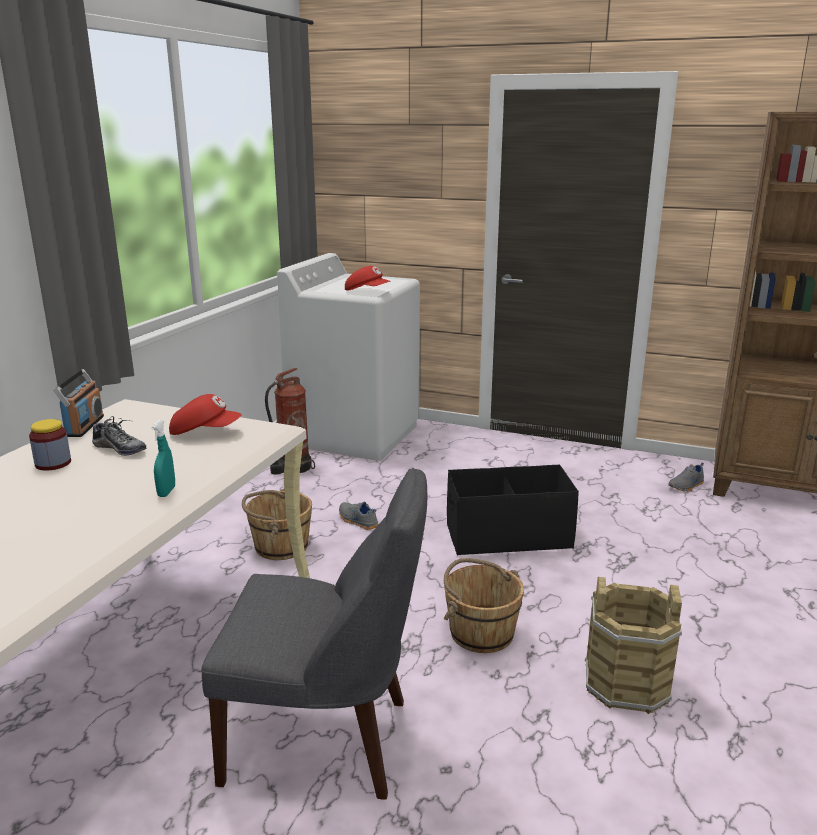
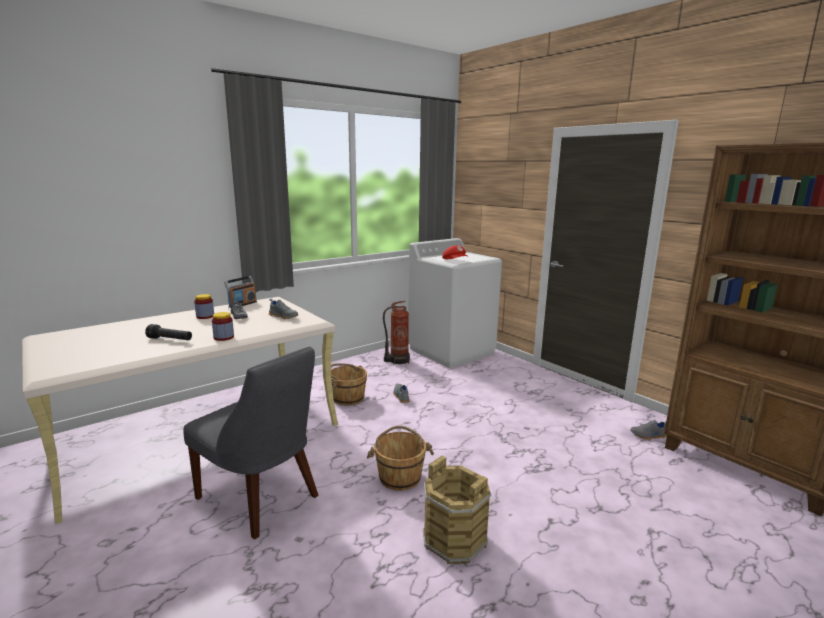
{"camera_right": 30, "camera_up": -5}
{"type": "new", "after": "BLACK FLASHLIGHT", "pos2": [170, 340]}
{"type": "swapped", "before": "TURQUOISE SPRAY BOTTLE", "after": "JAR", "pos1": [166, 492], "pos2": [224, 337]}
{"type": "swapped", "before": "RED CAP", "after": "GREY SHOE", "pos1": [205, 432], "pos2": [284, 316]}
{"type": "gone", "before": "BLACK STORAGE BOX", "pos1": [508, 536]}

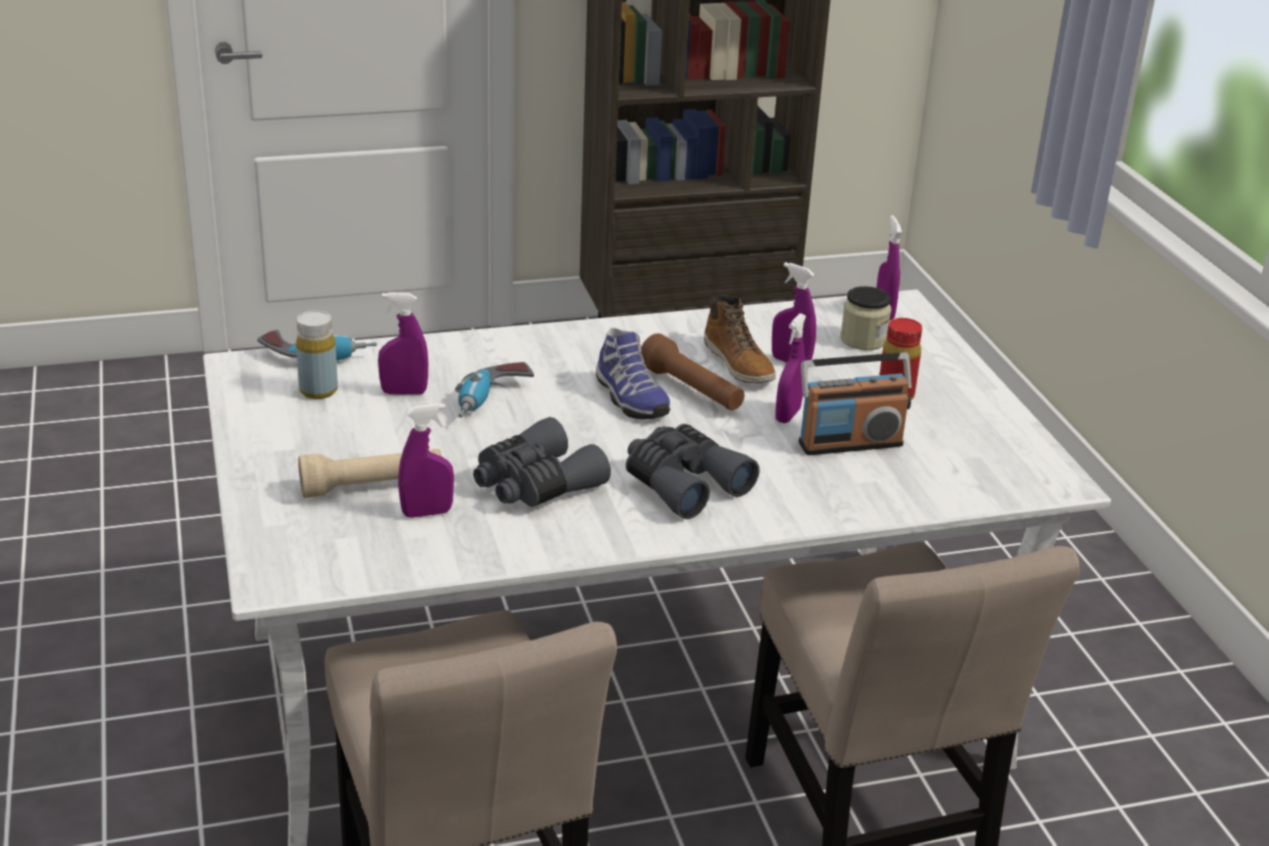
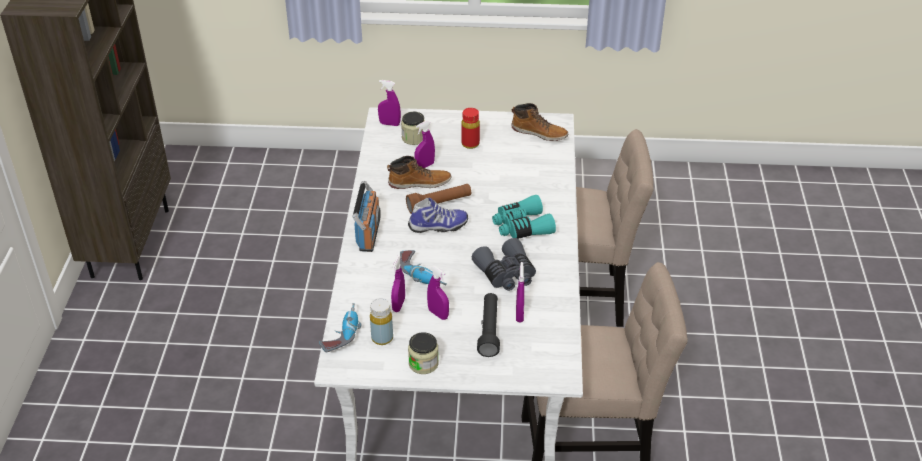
{"camera_right": -70, "camera_up": 10}
{"type": "shifted", "before": "RADIO", "pos1": [850, 443], "pos2": [368, 234]}
{"type": "new", "after": "JAR", "pos2": [423, 363]}
{"type": "shifted", "before": "PURPLE SPRAY BOTTLE", "pos1": [787, 415], "pos2": [438, 314]}
{"type": "repainted", "before": "BEIGE FLASHLIGHT", "after": "BLACK FLASHLIGHT", "pos1": [372, 487], "pos2": [489, 330]}
{"type": "repainted", "before": "GREY BINOCULARS", "after": "TURQUOISE BINOCULARS", "pos1": [683, 483], "pos2": [521, 226]}
{"type": "new", "after": "BOOT", "pos2": [539, 133]}

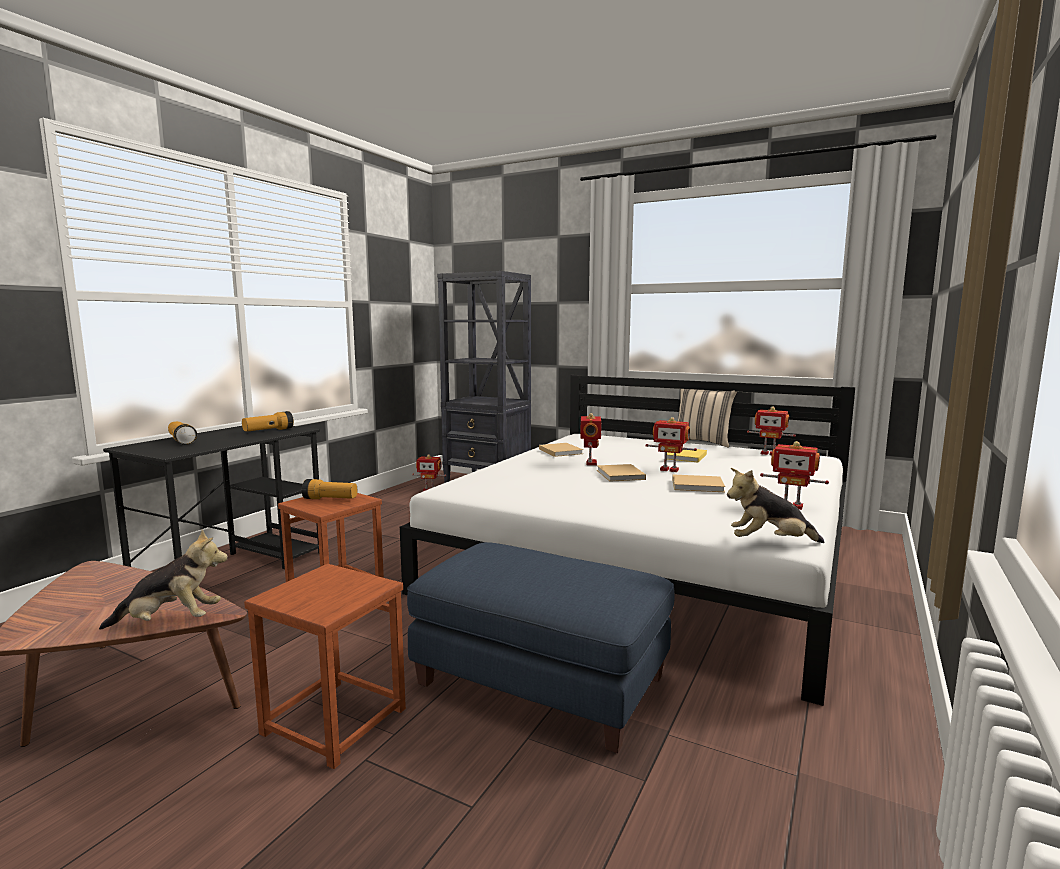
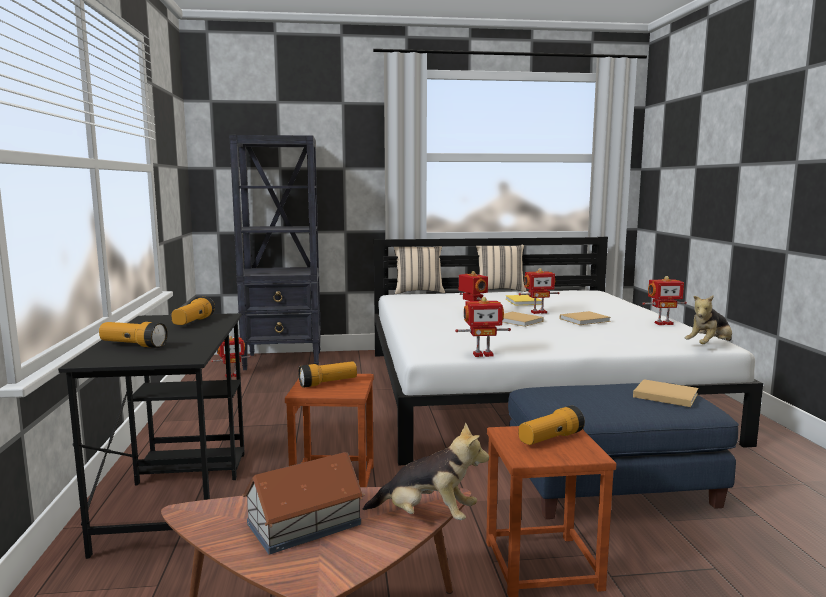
{"camera_right": -35, "camera_up": 0}
{"type": "new", "after": "TOY HOUSE", "pos2": [302, 524]}
{"type": "rotated", "before": "PLUSH TOY", "pos1": [170, 622], "pos2": [427, 516], "turn": 60}
{"type": "new", "after": "BEIGE PILLOW", "pos2": [418, 292]}
{"type": "shifted", "before": "TOY ROBOT", "pos1": [769, 453], "pos2": [482, 354]}
{"type": "new", "after": "FLASHLIGHT", "pos2": [550, 439]}
{"type": "shifted", "before": "BEIGE BOOK", "pos1": [560, 451], "pos2": [663, 395]}

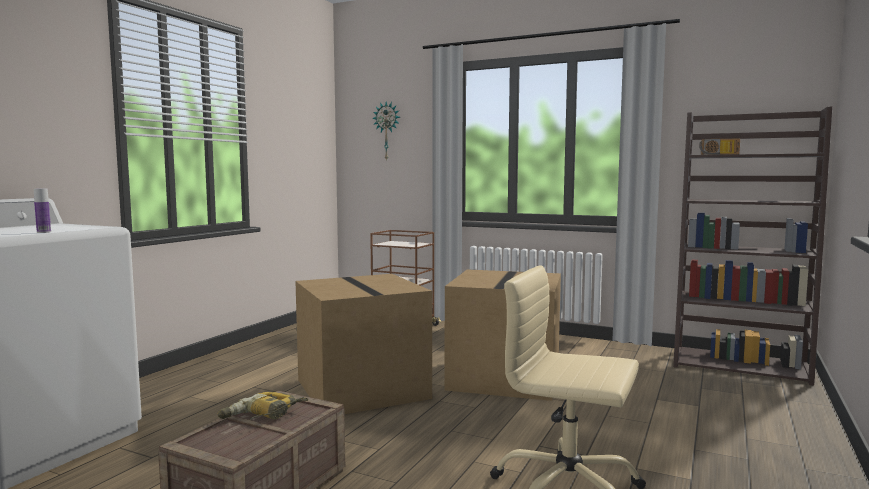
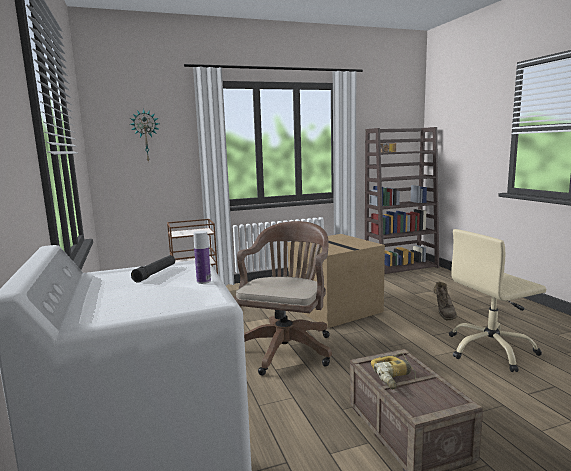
{"camera_right": -45, "camera_up": 5}
{"type": "new", "after": "BLACK FLASHLIGHT", "pos2": [155, 273]}
{"type": "swapped", "before": "CARDBOARD BOX", "after": "BROWN OFFICE CHAIR", "pos1": [364, 389], "pos2": [287, 347]}
{"type": "new", "after": "BROWN BOOT", "pos2": [444, 314]}

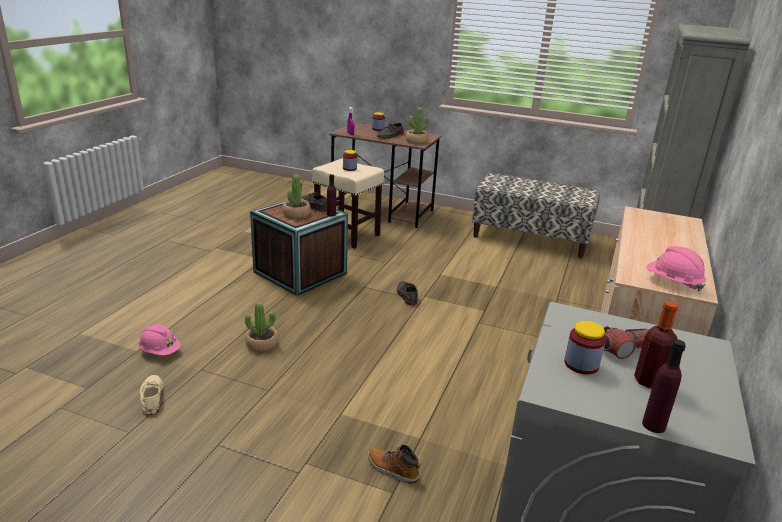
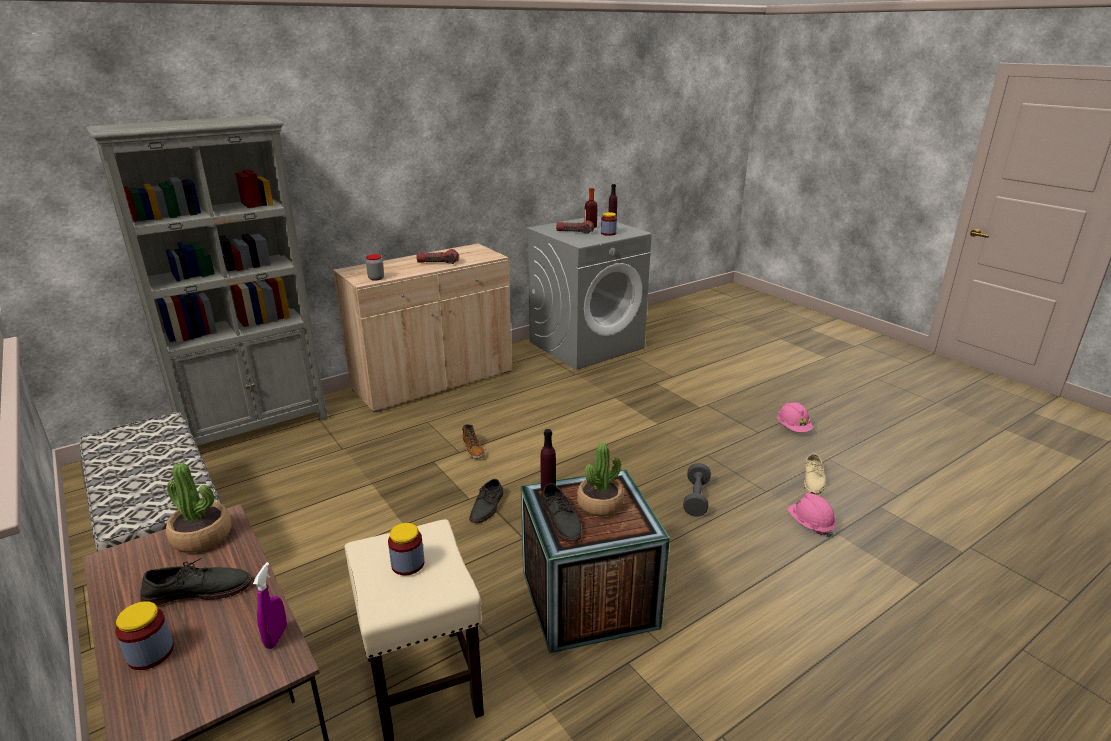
{"camera_right": -145, "camera_up": 0}
{"type": "new", "after": "JAR", "pos2": [376, 278]}
{"type": "new", "after": "FLASHLIGHT", "pos2": [438, 263]}
{"type": "shifted", "before": "BOOT", "pos1": [392, 469], "pos2": [473, 450]}
{"type": "swapped", "before": "POTTED PLANT", "after": "GREY DUMBBELL", "pos1": [262, 344], "pos2": [696, 498]}
{"type": "shifted", "before": "PINK HARD HAT", "pos1": [672, 282], "pos2": [793, 428]}

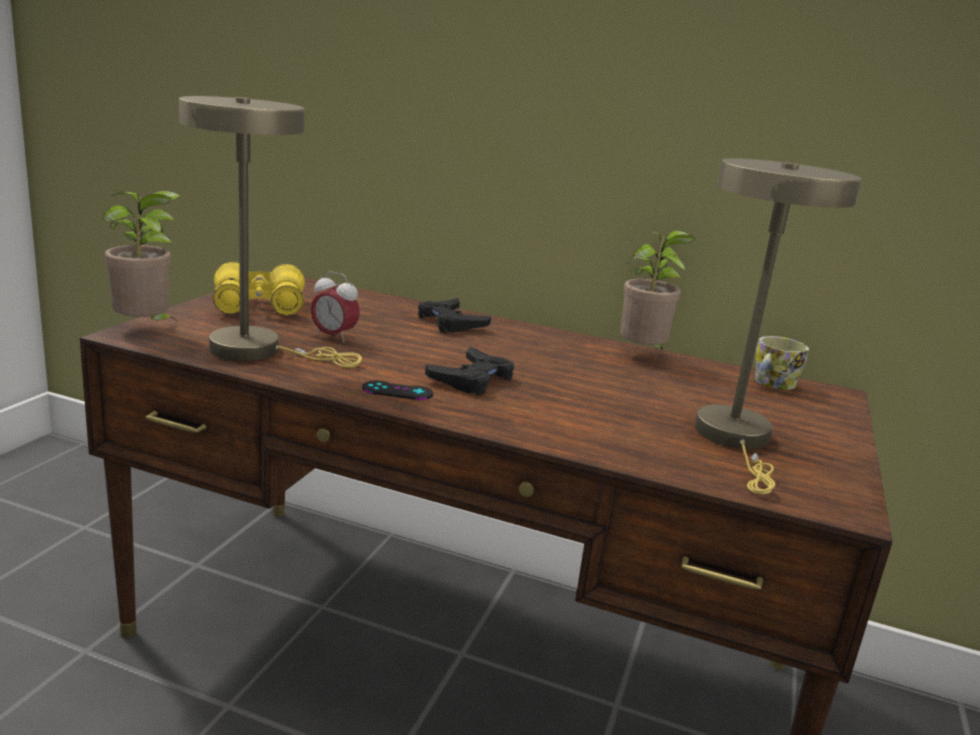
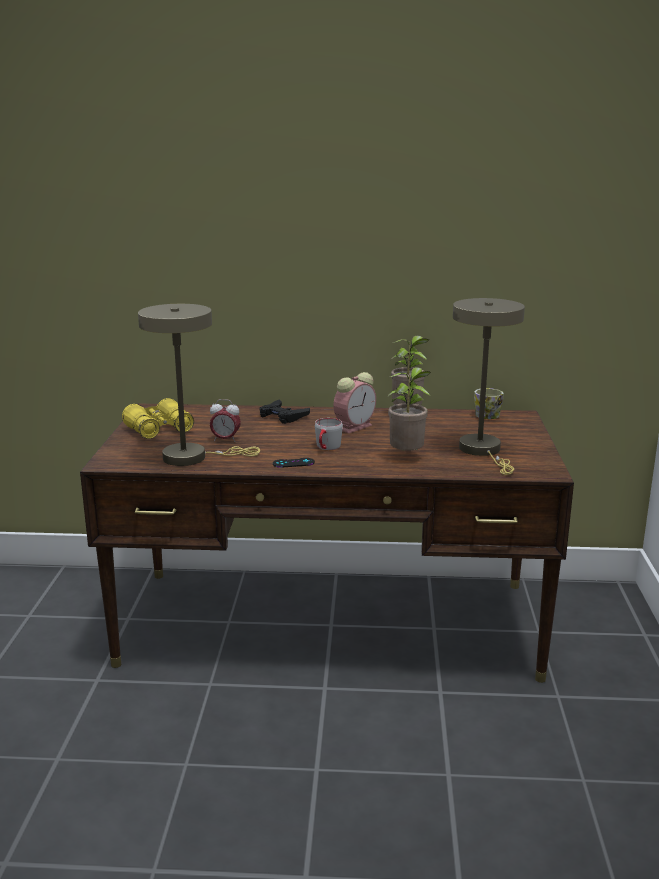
{"camera_right": -15, "camera_up": 0}
{"type": "swapped", "before": "BLACK GAME CONTROLLER", "after": "GREY MUG", "pos1": [472, 379], "pos2": [327, 448]}
{"type": "new", "after": "ALARM CLOCK", "pos2": [355, 426]}
{"type": "shifted", "before": "POTTED PLANT", "pos1": [146, 329], "pos2": [407, 457]}

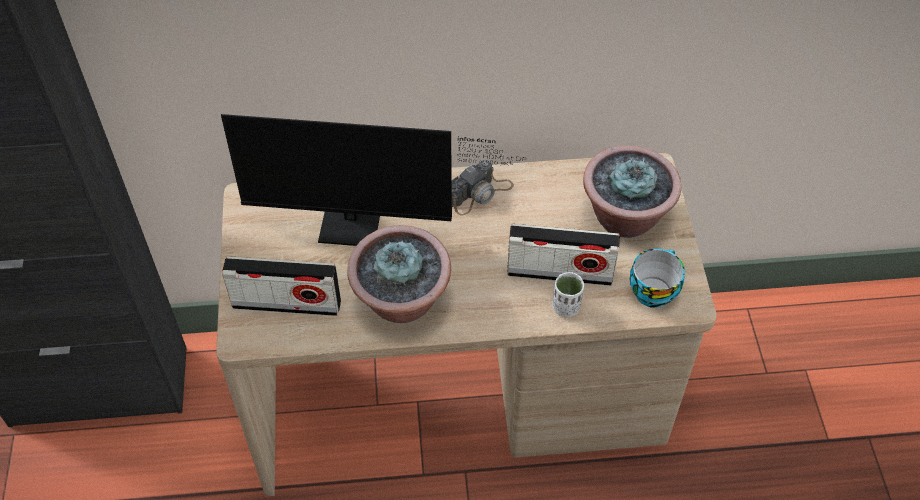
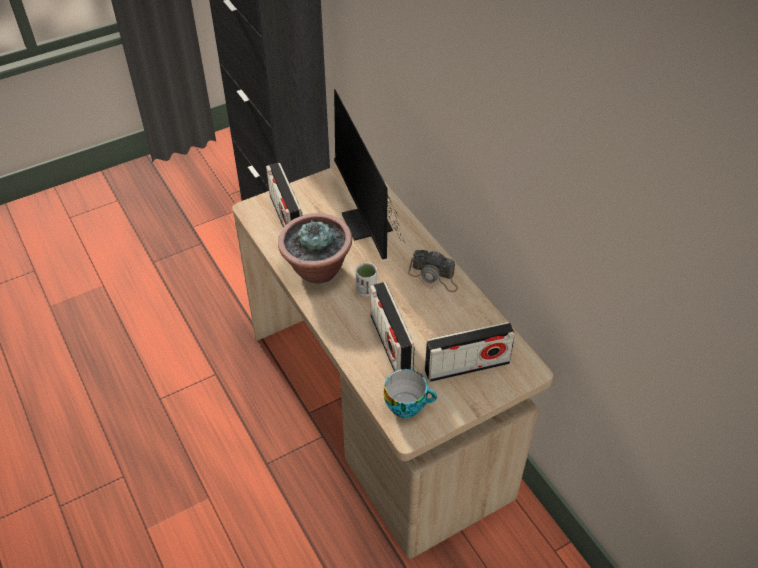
{"camera_right": 65, "camera_up": -5}
{"type": "shifted", "before": "WHITE CUP", "pos1": [566, 307], "pos2": [366, 290]}
{"type": "swapped", "before": "POTTED PLANT", "after": "RADIO", "pos1": [624, 217], "pos2": [467, 366]}

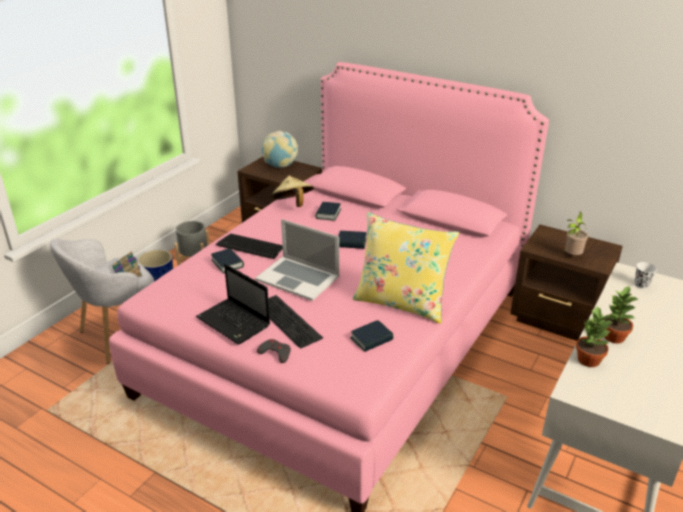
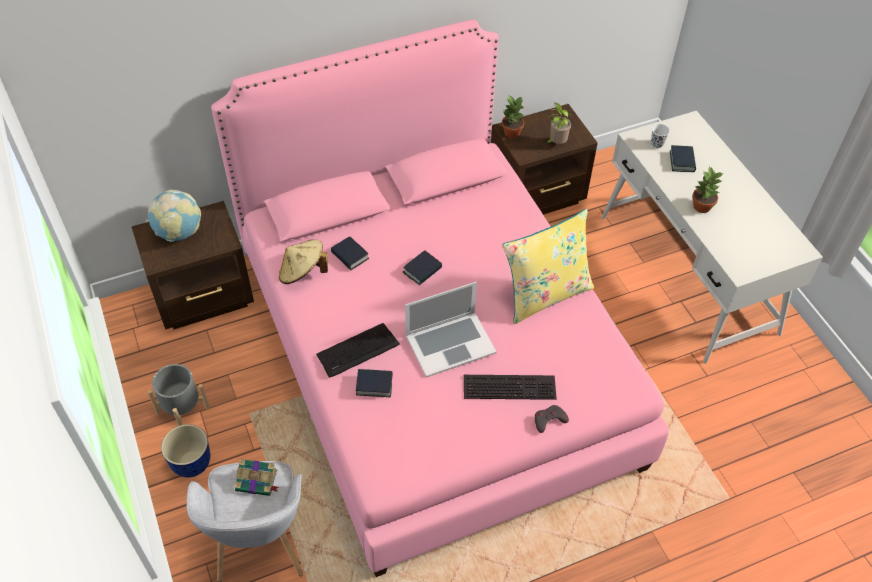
{"camera_right": -55, "camera_up": 20}
{"type": "shifted", "before": "POTTED PLANT", "pos1": [588, 359], "pos2": [511, 132]}
{"type": "shifted", "before": "BOOK", "pos1": [371, 339], "pos2": [682, 161]}
{"type": "gone", "before": "LAPTOP", "pos1": [235, 322]}

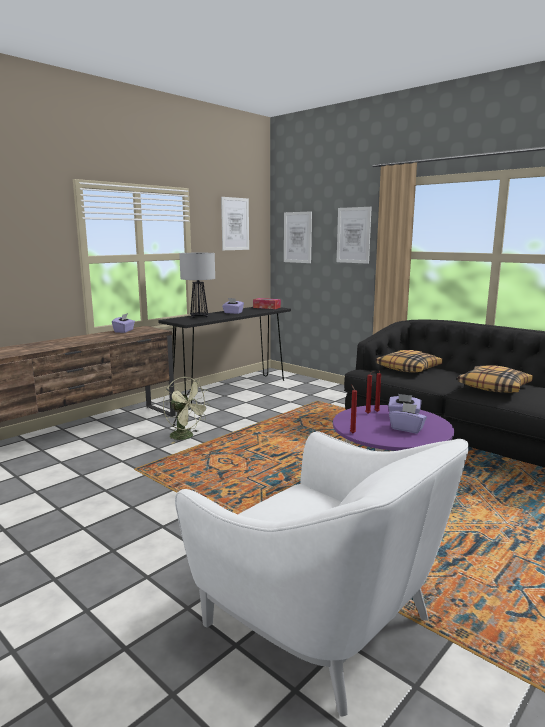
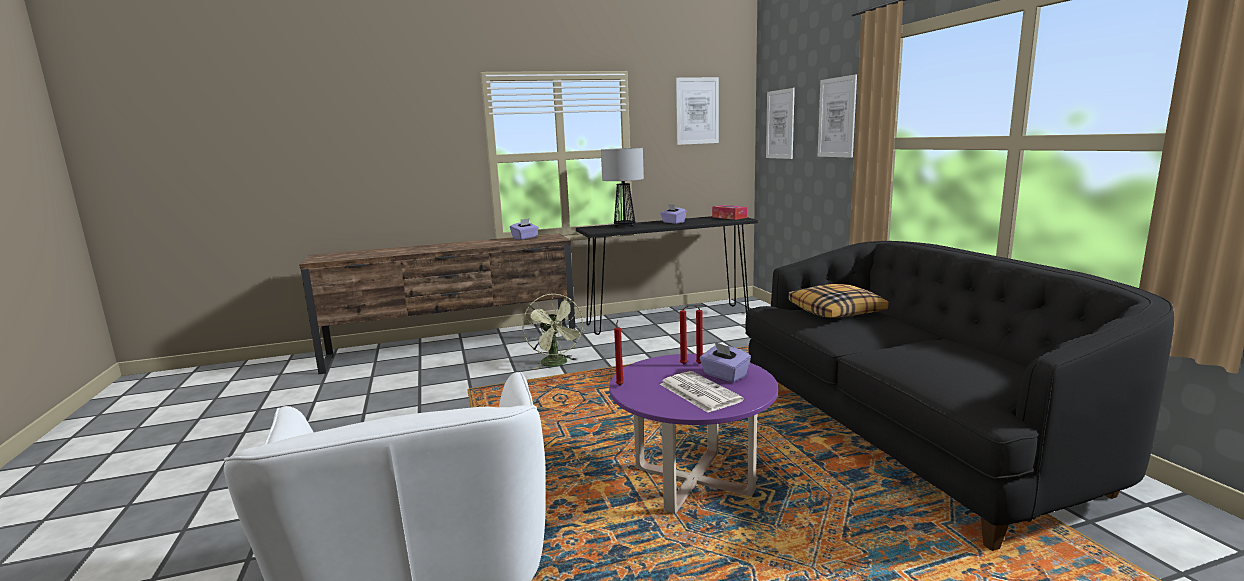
{"camera_right": 30, "camera_up": 0}
{"type": "swapped", "before": "PURPLE TISSUE BOX", "after": "NEWSPAPER", "pos1": [407, 429], "pos2": [698, 392]}
{"type": "gone", "before": "PILLOW", "pos1": [494, 387]}

